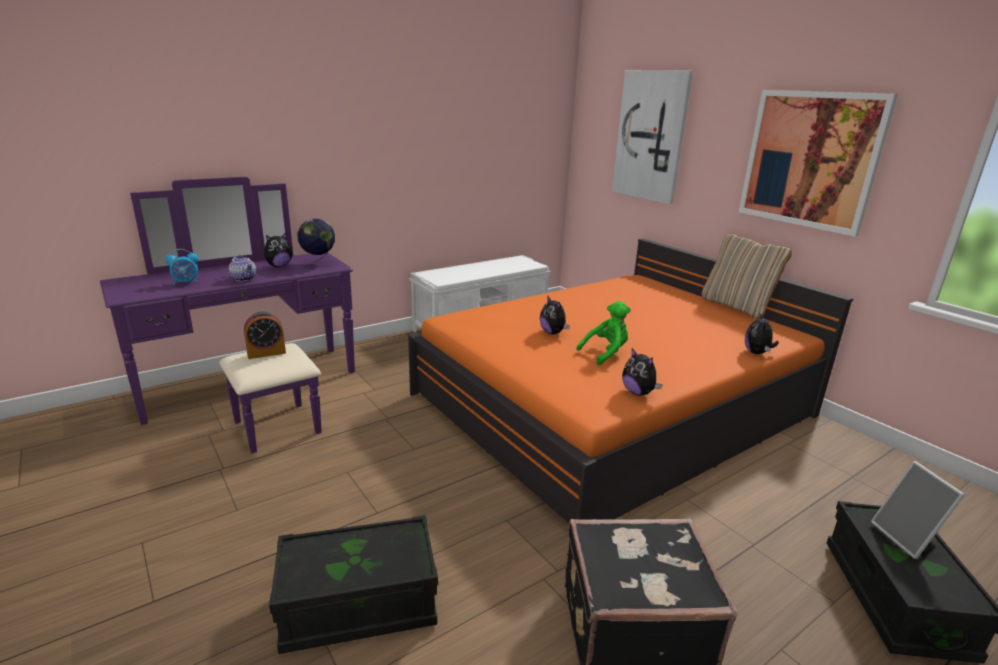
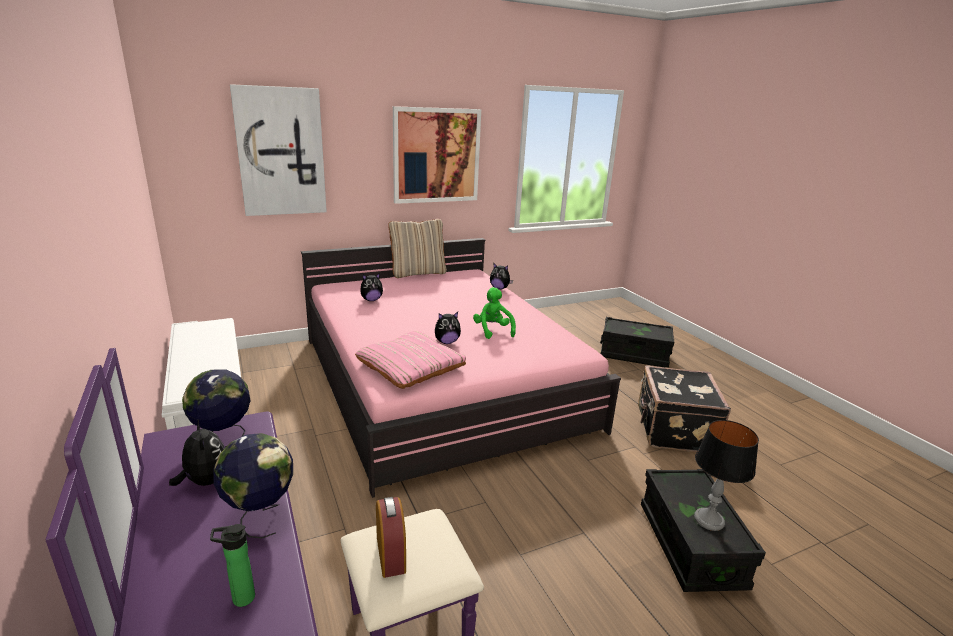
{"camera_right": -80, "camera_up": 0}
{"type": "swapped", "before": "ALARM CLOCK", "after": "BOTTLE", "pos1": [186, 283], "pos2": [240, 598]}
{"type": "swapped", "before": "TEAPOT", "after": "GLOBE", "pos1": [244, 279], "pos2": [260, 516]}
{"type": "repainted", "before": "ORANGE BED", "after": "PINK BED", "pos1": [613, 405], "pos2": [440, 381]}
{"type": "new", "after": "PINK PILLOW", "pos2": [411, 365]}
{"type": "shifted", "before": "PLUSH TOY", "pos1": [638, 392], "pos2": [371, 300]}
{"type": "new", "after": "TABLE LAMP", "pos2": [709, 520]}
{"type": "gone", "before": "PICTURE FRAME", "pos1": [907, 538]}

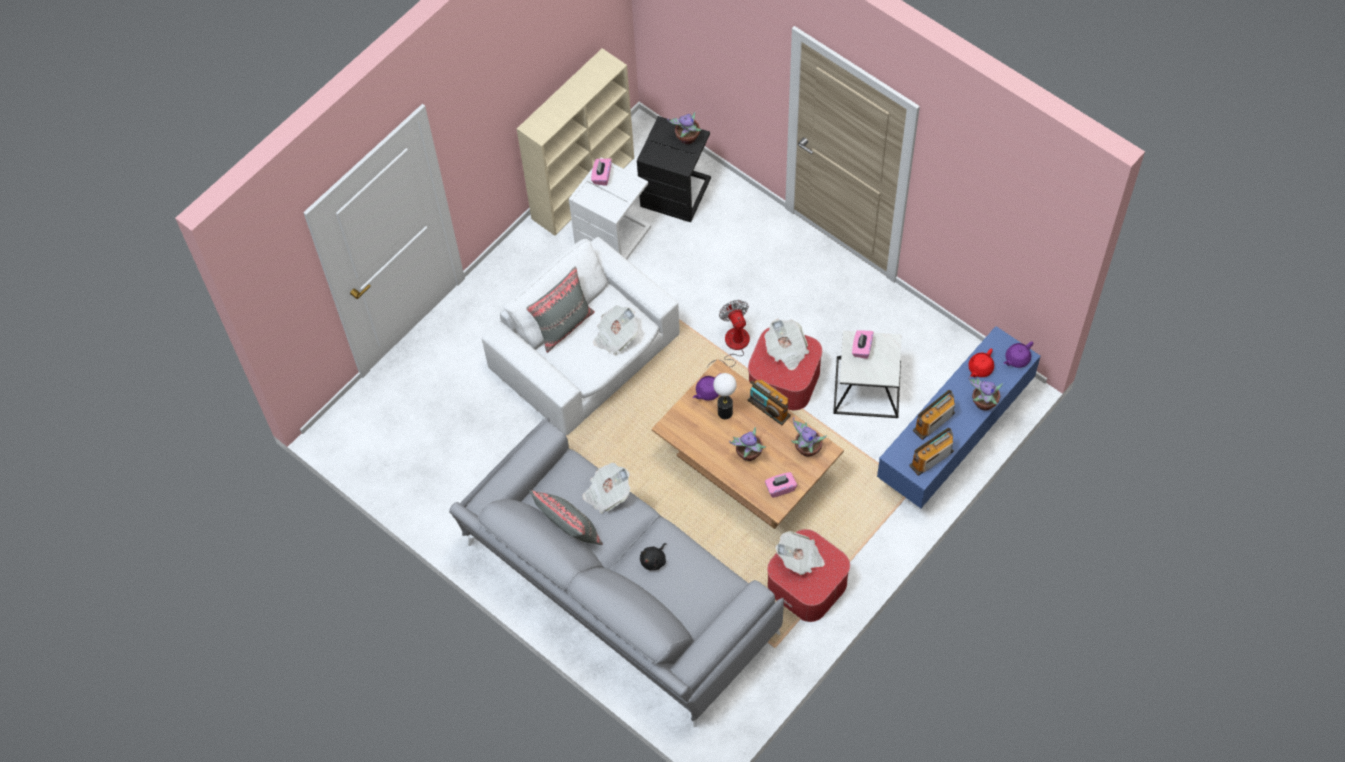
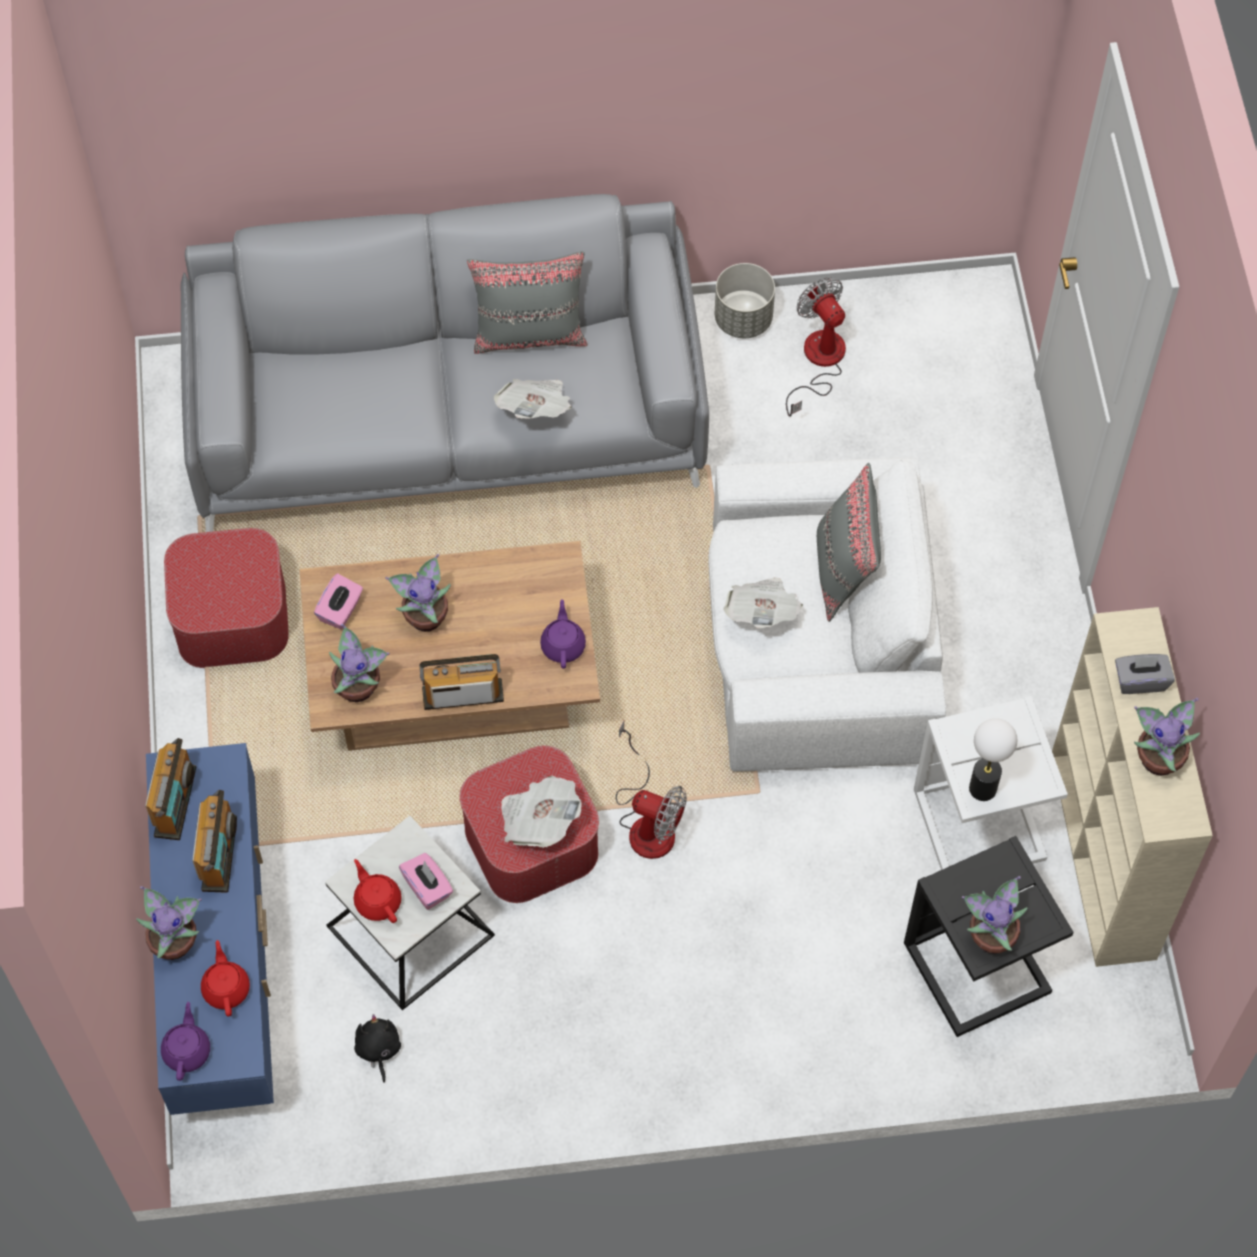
{"camera_right": 130, "camera_up": 0}
{"type": "new", "after": "RED TEAPOT", "pos2": [377, 901]}
{"type": "shifted", "before": "BLACK PLUSH TOY", "pos1": [654, 560], "pos2": [378, 1049]}
{"type": "new", "after": "GREY PLANTER", "pos2": [743, 319]}
{"type": "new", "after": "FAN", "pos2": [818, 362]}
{"type": "shifted", "before": "TABLE LAMP", "pos1": [725, 413], "pos2": [982, 788]}
{"type": "new", "after": "GREY TISSUE BOX", "pos2": [1140, 681]}
{"type": "new", "after": "POTTED PLANT", "pos2": [1158, 757]}
{"type": "gone", "before": "PINK TISSUE BOX", "pos1": [601, 176]}
{"type": "gone", "before": "NEWSPAPER", "pos1": [800, 558]}

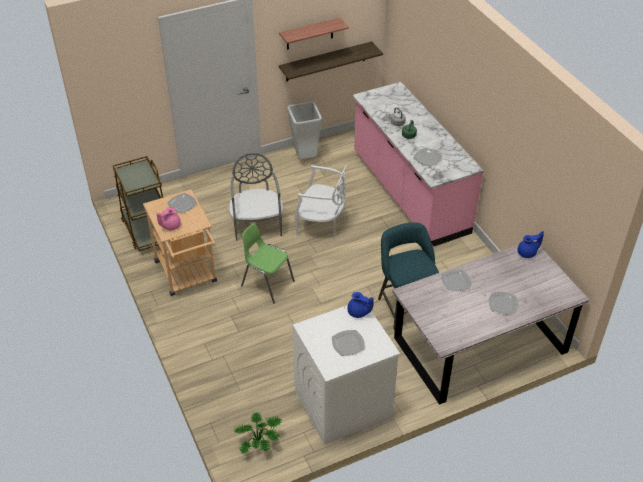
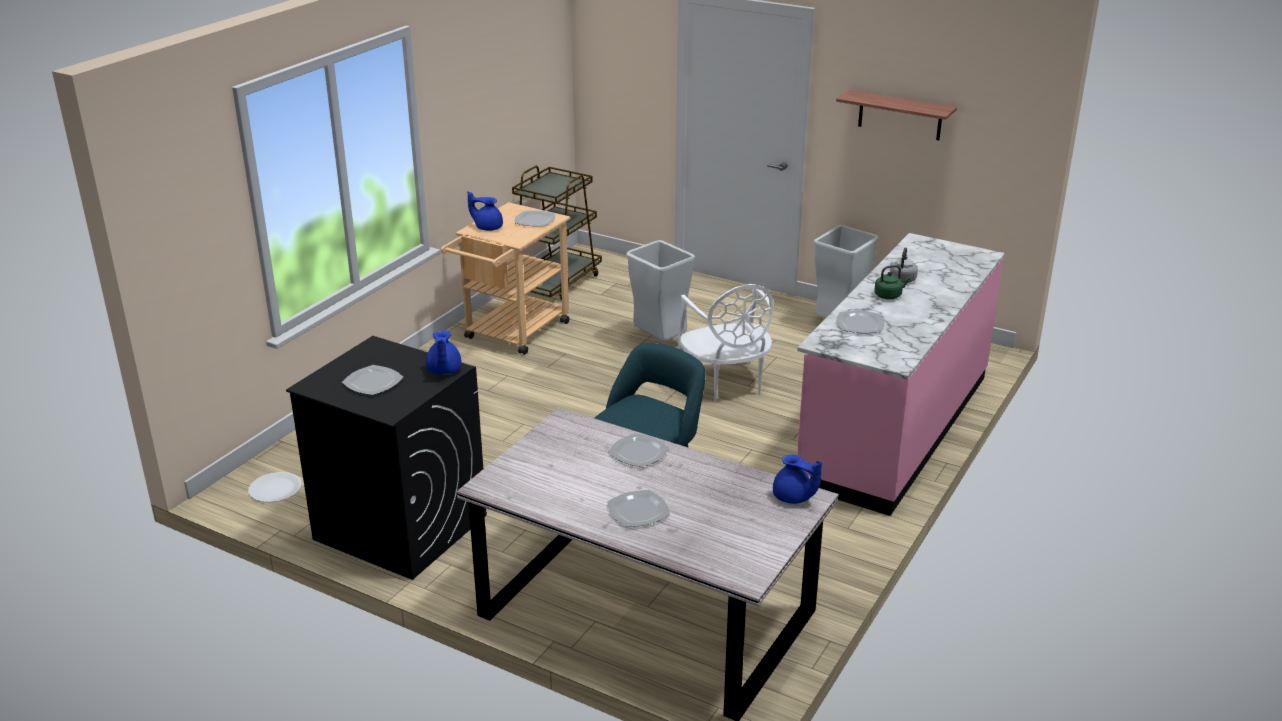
{"camera_right": 55, "camera_up": -15}
{"type": "swapped", "before": "POTTED PLANT", "after": "WHITE PLATE", "pos1": [260, 444], "pos2": [275, 489]}
{"type": "repainted", "before": "WHITE WASHING MACHINE", "after": "BLACK WASHING MACHINE", "pos1": [342, 404], "pos2": [399, 527]}
{"type": "repainted", "before": "PINK TEAPOT", "after": "BLUE TEAPOT", "pos1": [170, 226], "pos2": [487, 227]}
{"type": "swapped", "before": "GREY CHAIR", "after": "GREY TRASH CAN", "pos1": [257, 224], "pos2": [660, 342]}
{"type": "gone", "before": "GREEN CHAIR", "pos1": [267, 283]}
{"type": "gone", "before": "SHELF", "pos1": [326, 61]}

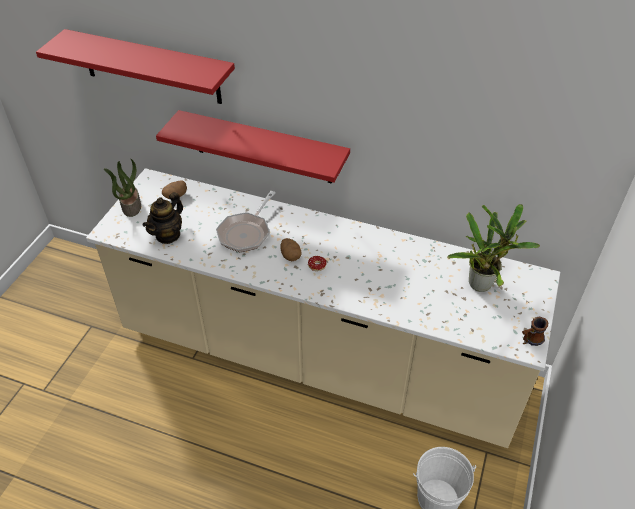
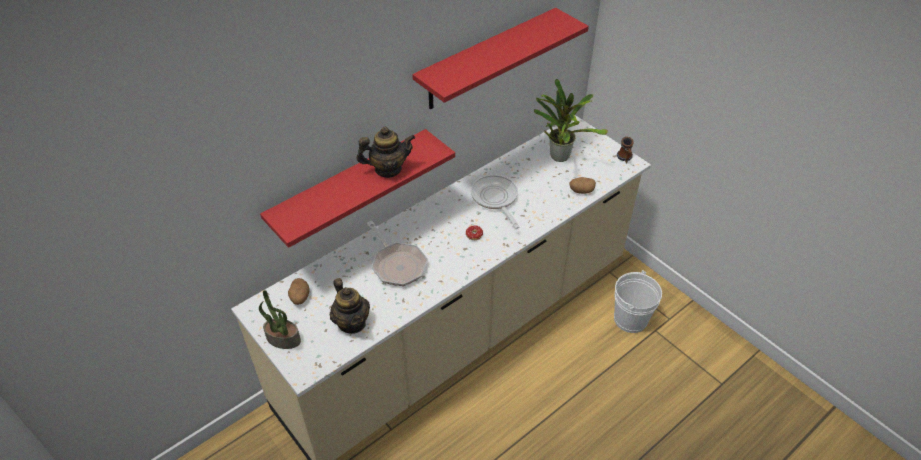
{"camera_right": -60, "camera_up": 0}
{"type": "new", "after": "TEAPOT", "pos2": [388, 169]}
{"type": "shifted", "before": "RED SHELF", "pos1": [150, 67], "pos2": [487, 59]}
{"type": "new", "after": "FRYING PAN", "pos2": [495, 199]}
{"type": "shifted", "before": "POTATO", "pos1": [290, 255], "pos2": [581, 191]}

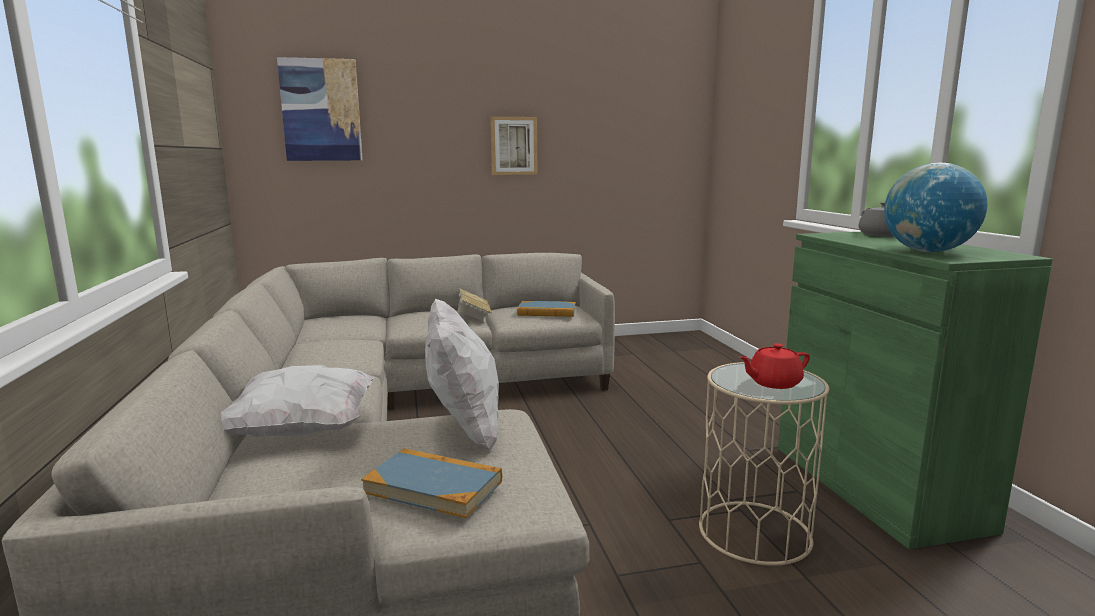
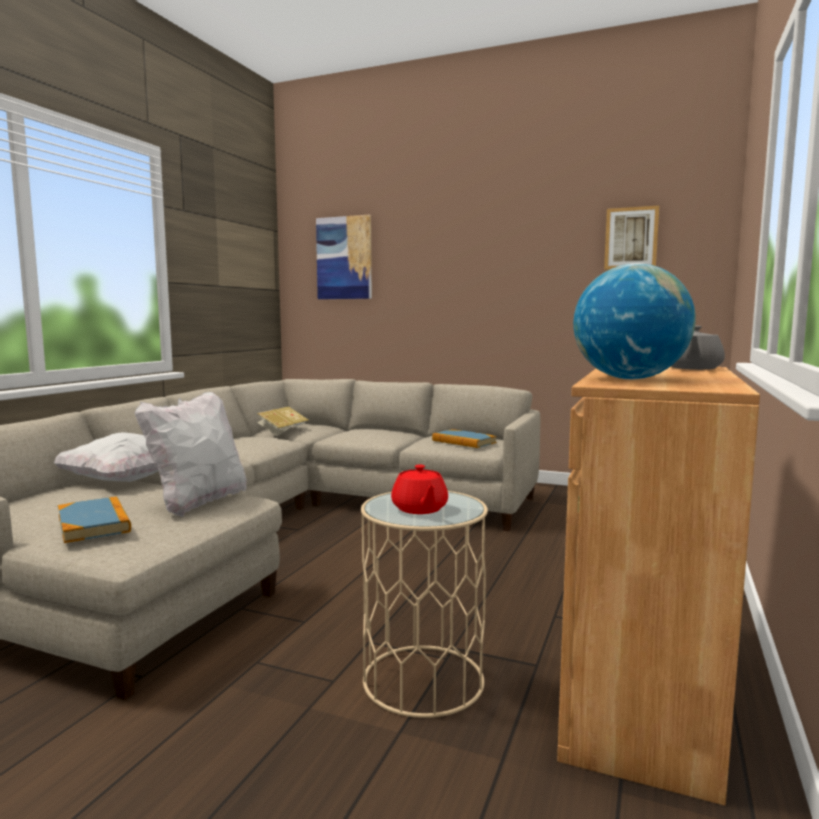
{"camera_right": 35, "camera_up": -5}
{"type": "shifted", "before": "BOOK", "pos1": [473, 317], "pos2": [282, 431]}
{"type": "rotated", "before": "RED TEAPOT", "pos1": [773, 383], "pos2": [419, 509], "turn": -120}
{"type": "repainted", "before": "GREEN CABINET", "after": "BROWN CABINET", "pos1": [876, 486], "pos2": [642, 694]}
{"type": "shifted", "before": "PICTURE", "pos1": [513, 146], "pos2": [631, 238]}

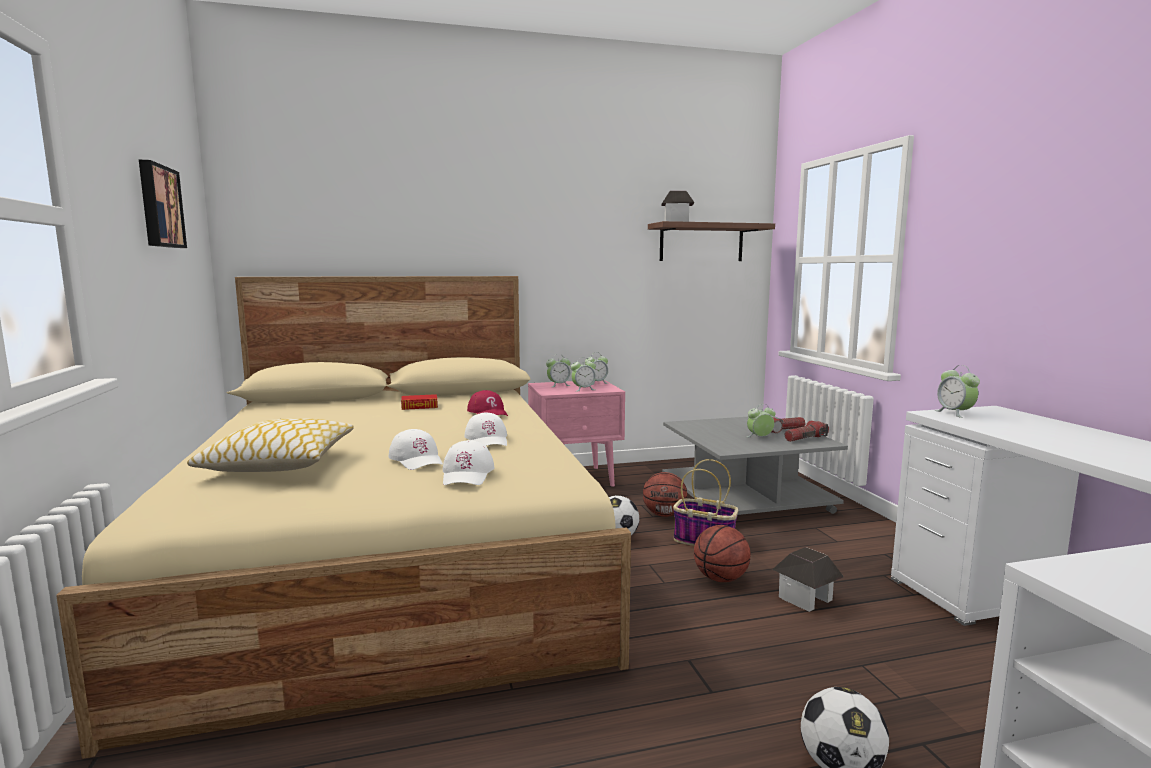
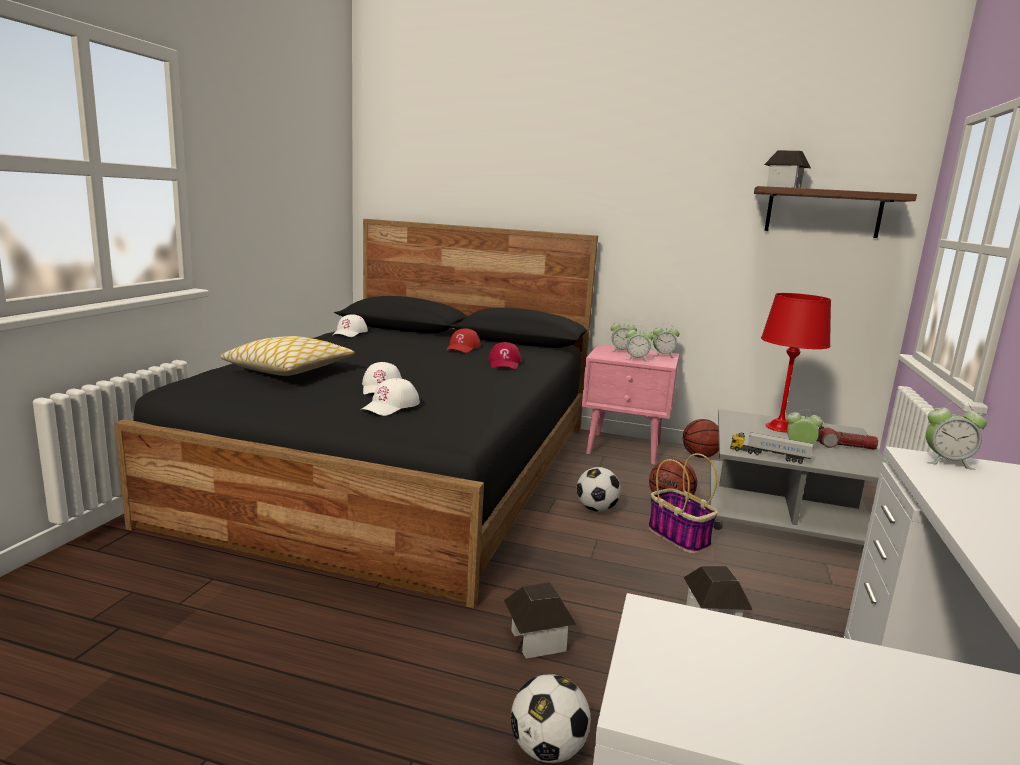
{"camera_right": 30, "camera_up": 5}
{"type": "repainted", "before": "BEIGE BED", "after": "BLACK BED", "pos1": [392, 556], "pos2": [404, 469]}
{"type": "shifted", "before": "WHITE CAP", "pos1": [487, 440], "pos2": [350, 333]}
{"type": "swapped", "before": "BOOK", "after": "RED CAP", "pos1": [419, 406], "pos2": [463, 348]}
{"type": "new", "after": "TOY HOUSE", "pos2": [537, 640]}
{"type": "shifted", "before": "BASKETBALL", "pos1": [720, 579], "pos2": [699, 456]}
{"type": "new", "after": "TOY TRUCK", "pos2": [769, 455]}
{"type": "new", "after": "RED TABLE LAMP", "pos2": [779, 427]}
{"type": "rotated", "before": "ALARM CLOCK", "pos1": [955, 413], "pos2": [947, 462], "turn": -90}
{"type": "gone", "before": "PICTURE", "pos1": [159, 206]}
{"type": "gone", "before": "FLASHLIGHT", "pos1": [805, 438]}

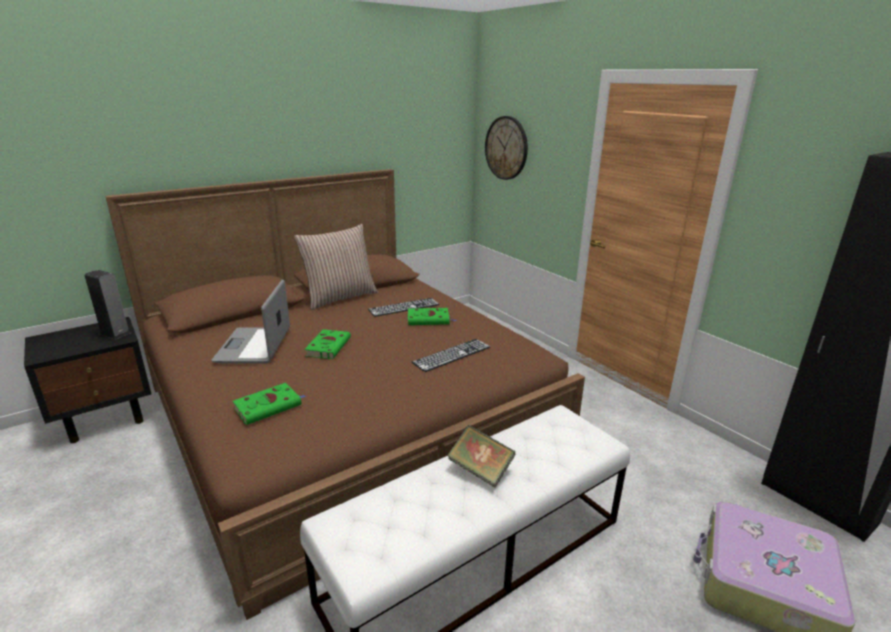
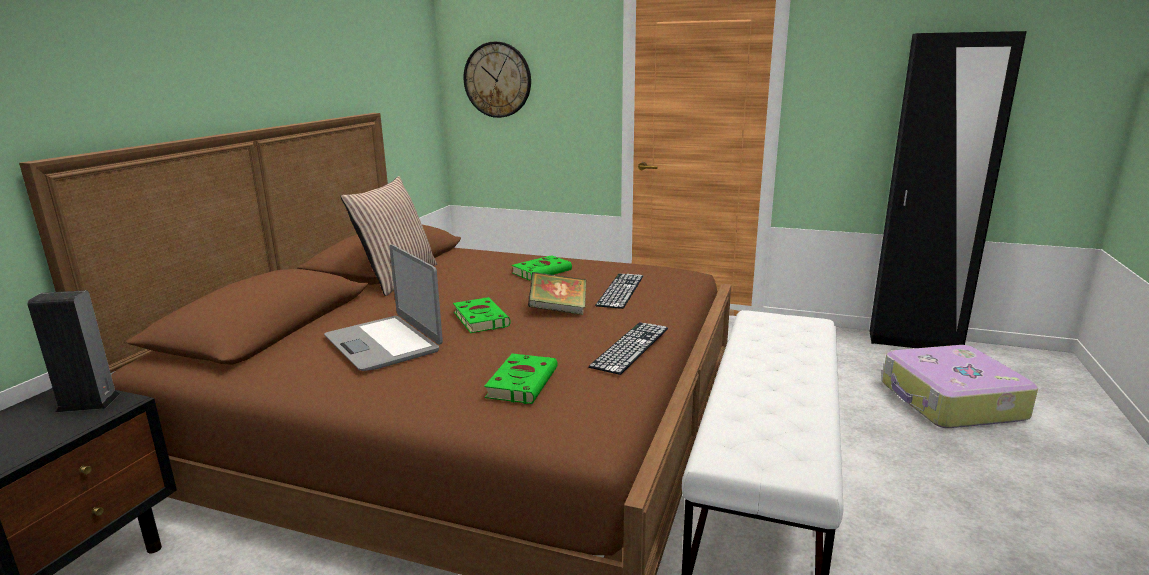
{"camera_right": -35, "camera_up": -5}
{"type": "shifted", "before": "BOOK", "pos1": [480, 470], "pos2": [558, 310]}
{"type": "shifted", "before": "KEYBOARD", "pos1": [404, 307], "pos2": [630, 347]}

